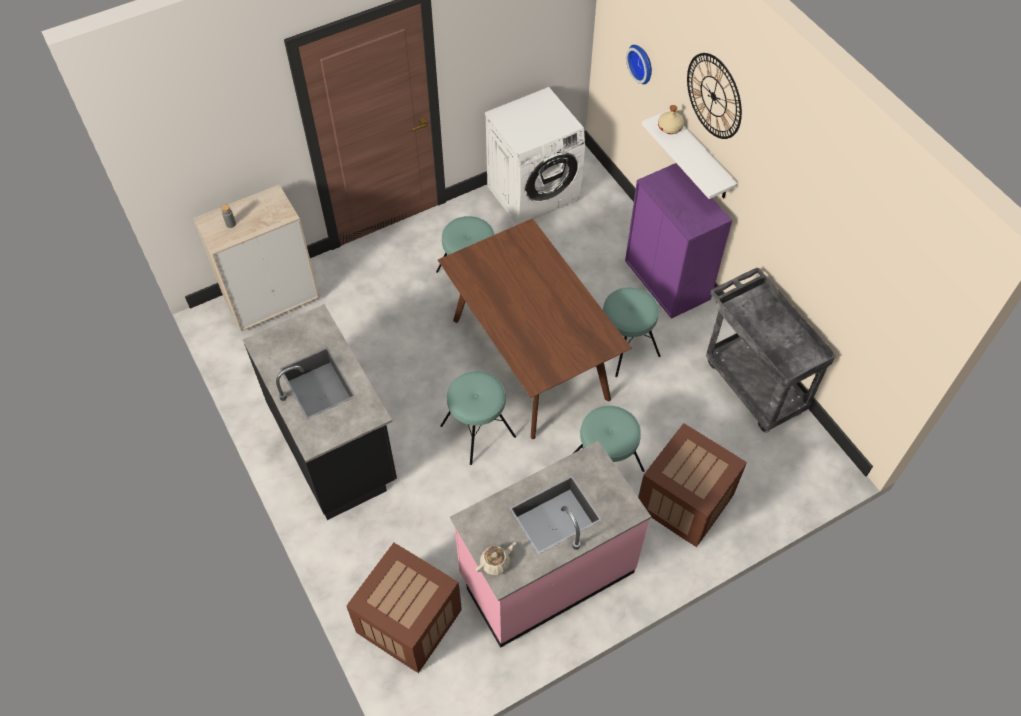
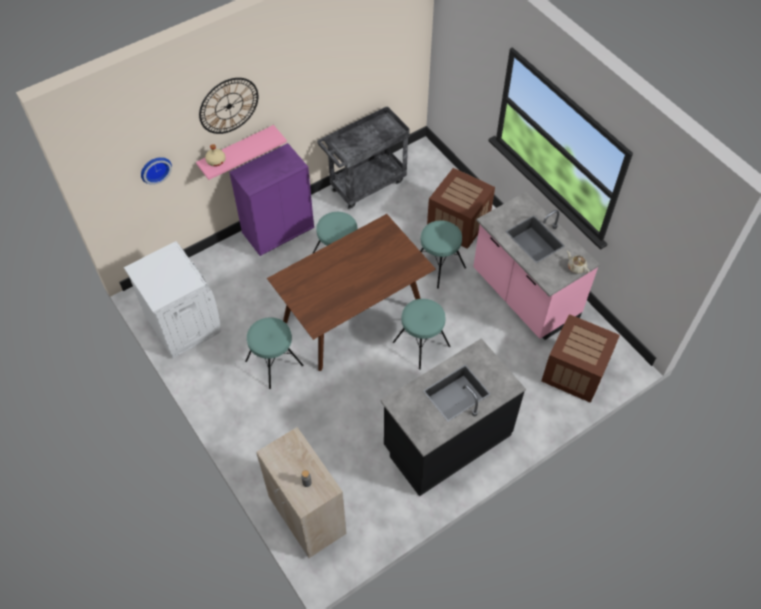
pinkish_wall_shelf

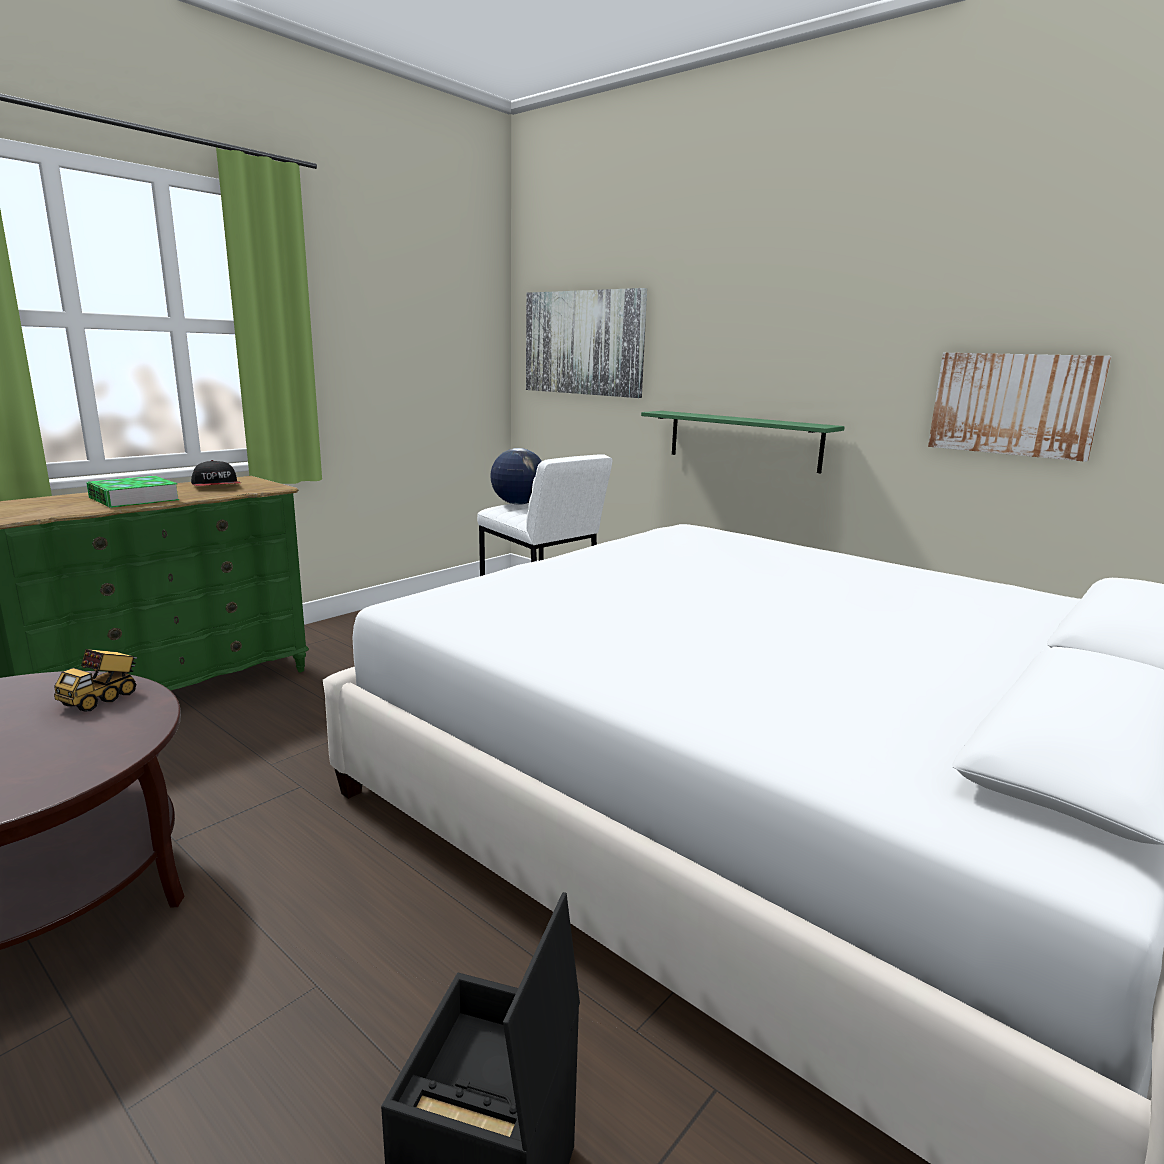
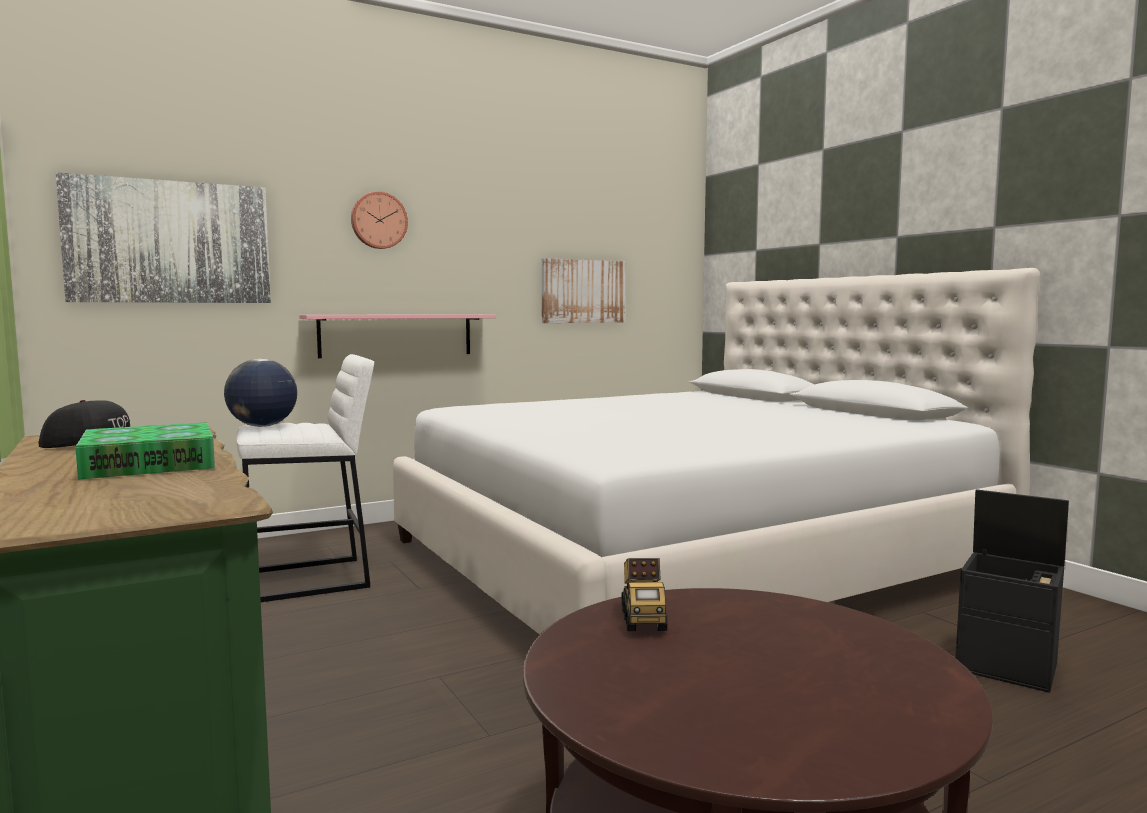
wall_clock; pinkish_wall_shelf; toy_lorry

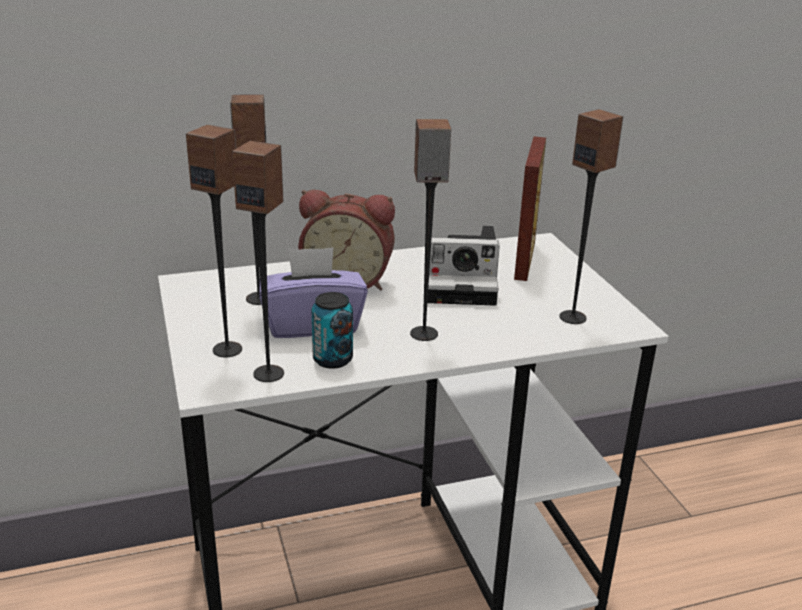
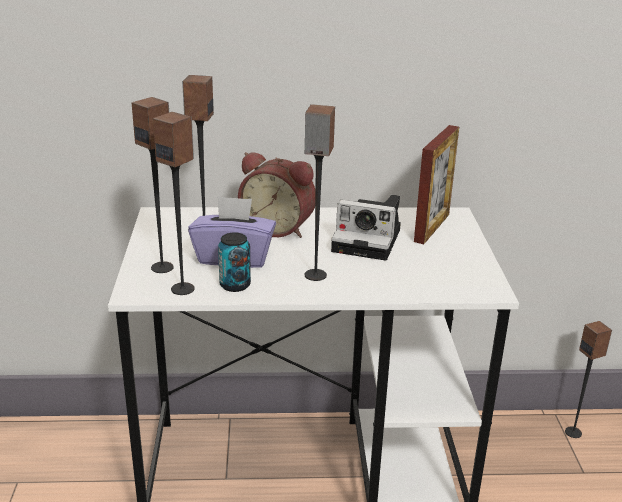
loudspeaker (no. 5 from left)

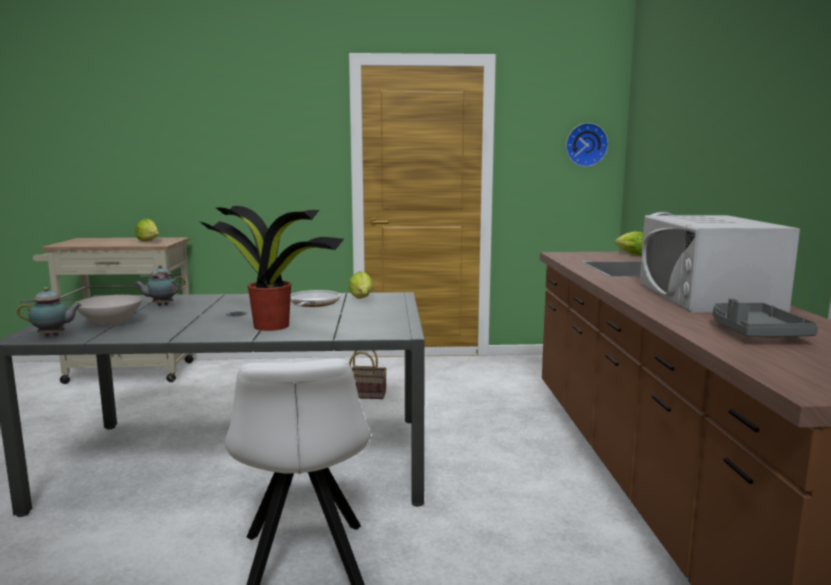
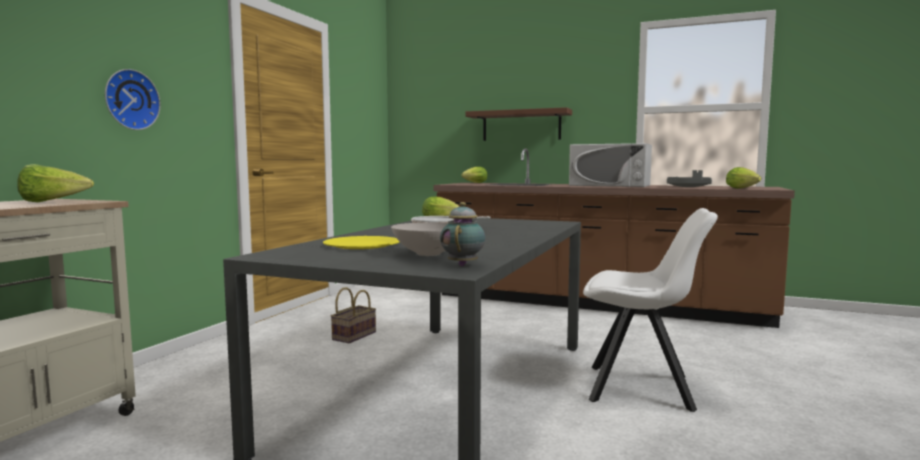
potted_plant; brown-coloured_wall_shelf; lettuce_head (no. 4 from left); wall_clock; yellowish_flat_dish

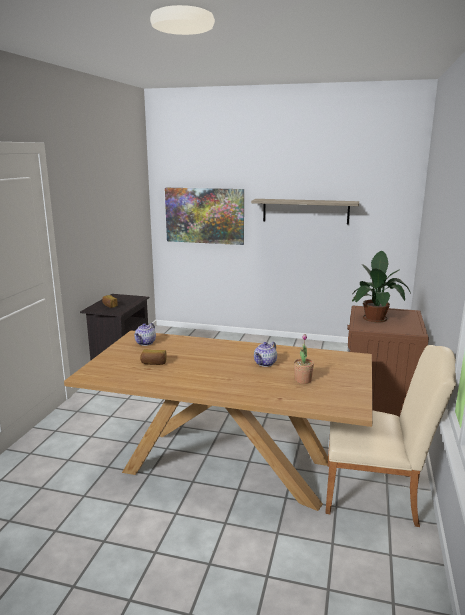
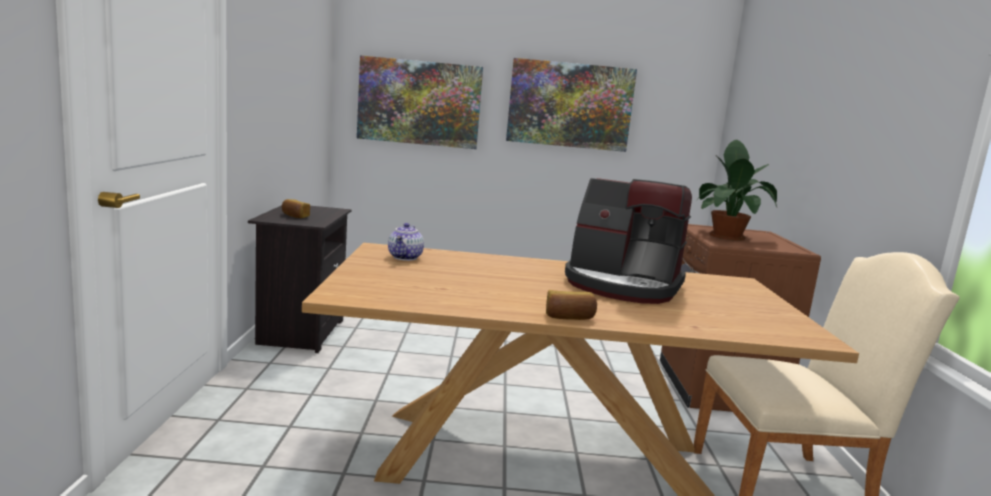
potted_plant (no. 1 from left in the first image); baked_bread (no. 2 from left); picture (no. 2 from left); coffee_machine

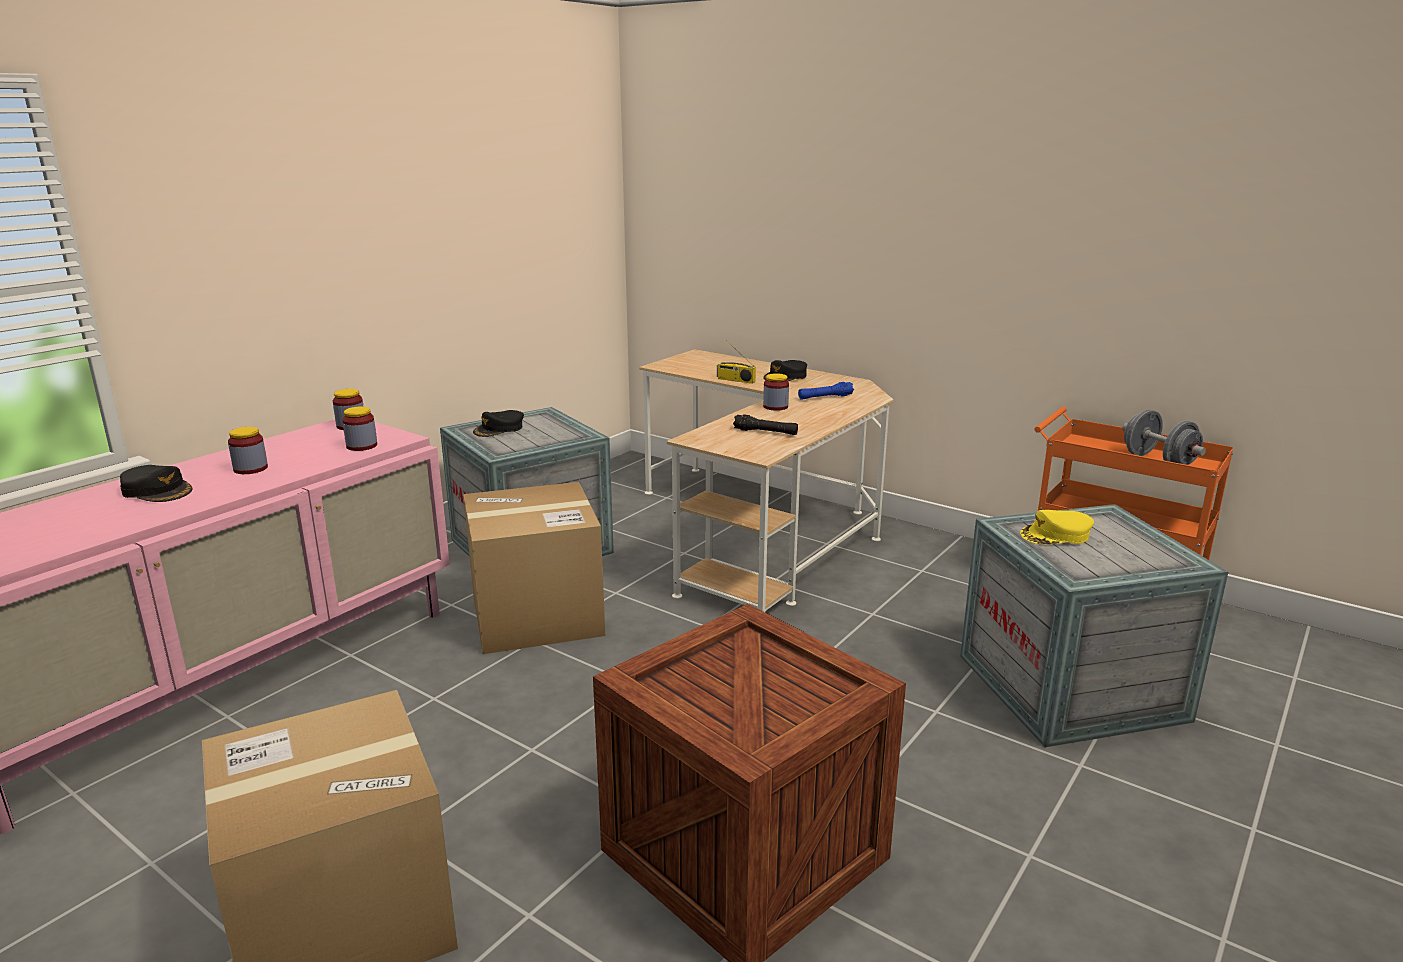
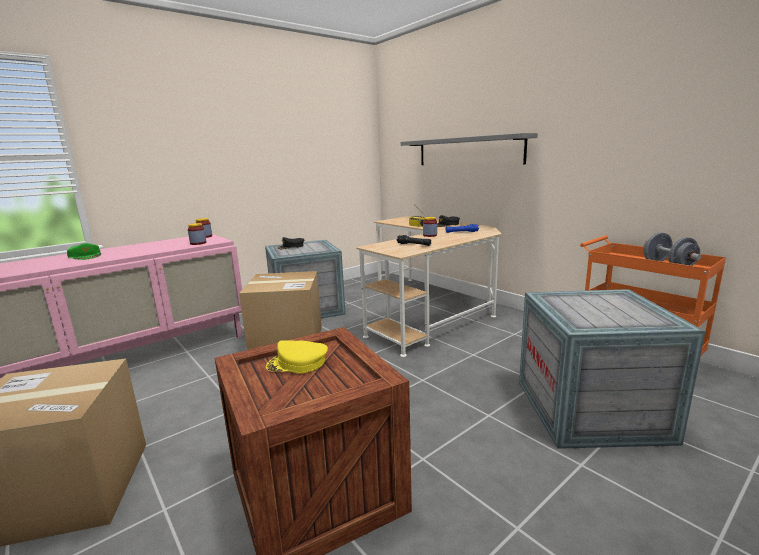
jar (no. 1 from left in the first image); grey_wall_shelf; yellowish_cap; green_cap

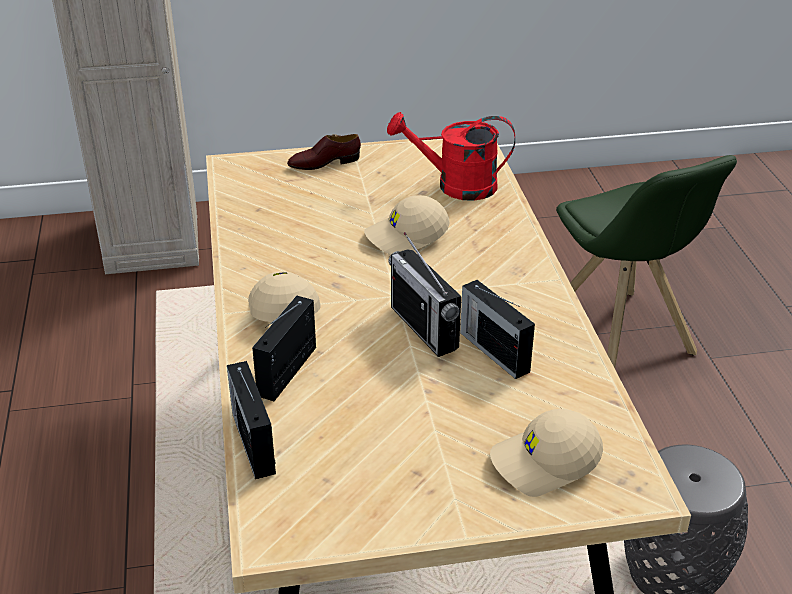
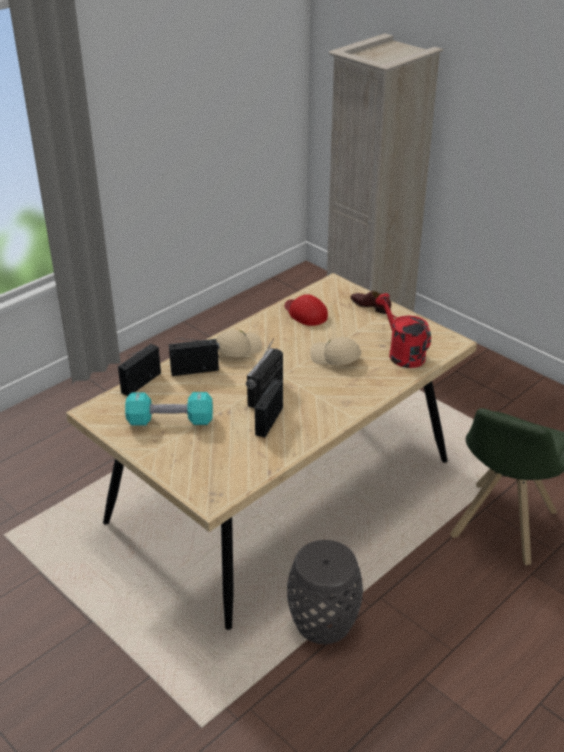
beige_cap (no. 3 from left in the first image); blue-green_dumbbell; red_cap

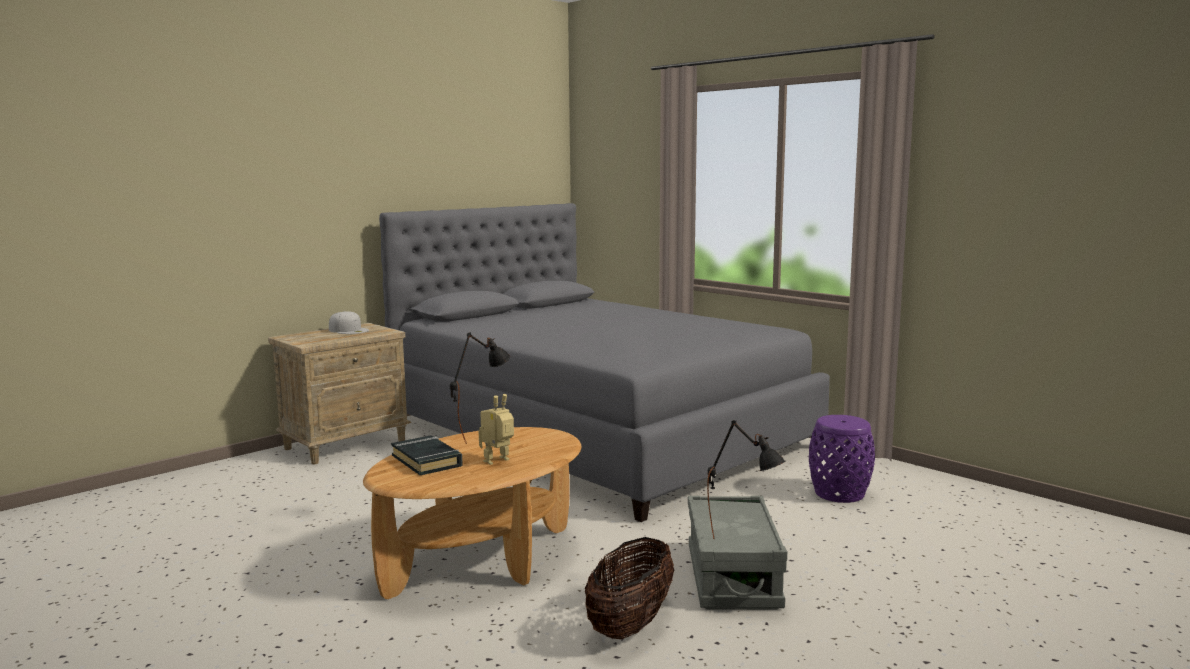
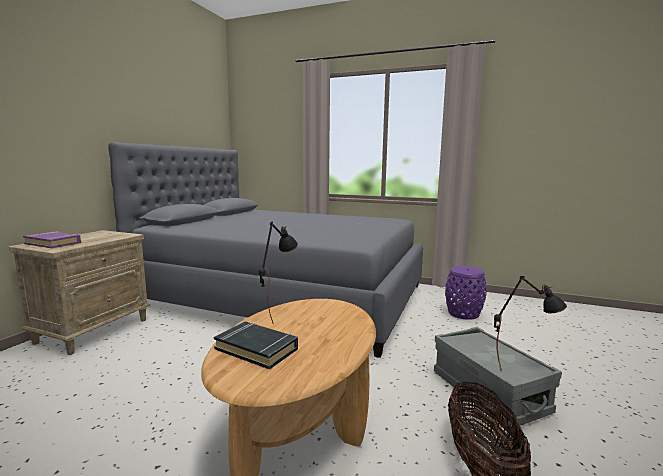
white-coloured_cap; robot_figure; purple-coloured_bound_book

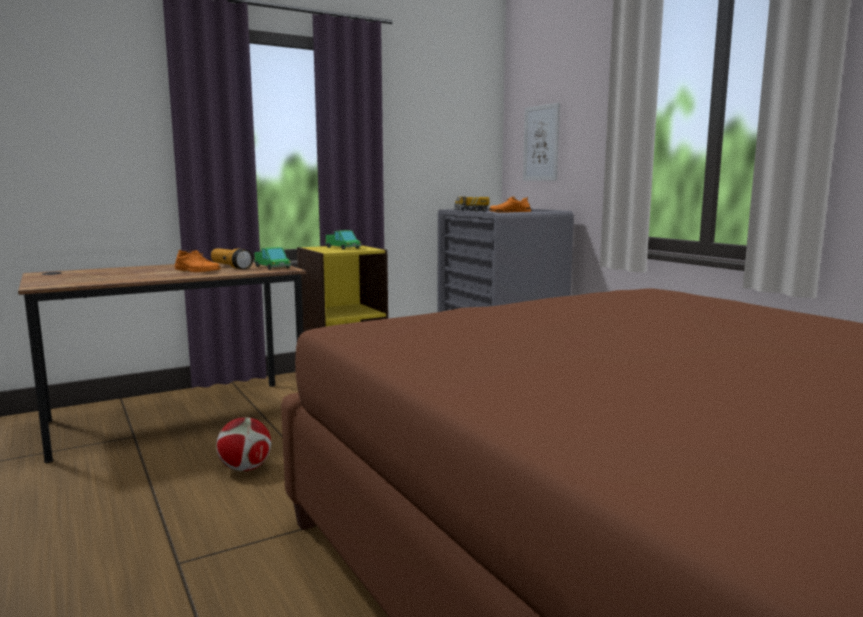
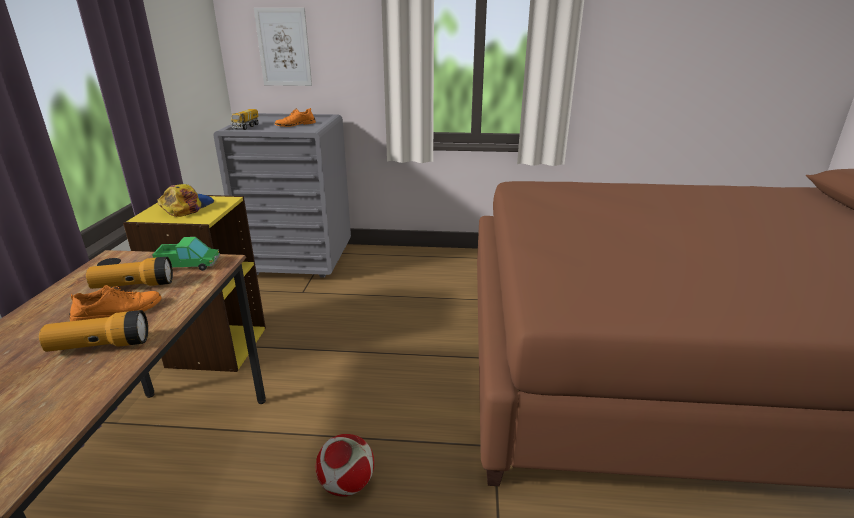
hand_torch (no. 1 from left); cap

